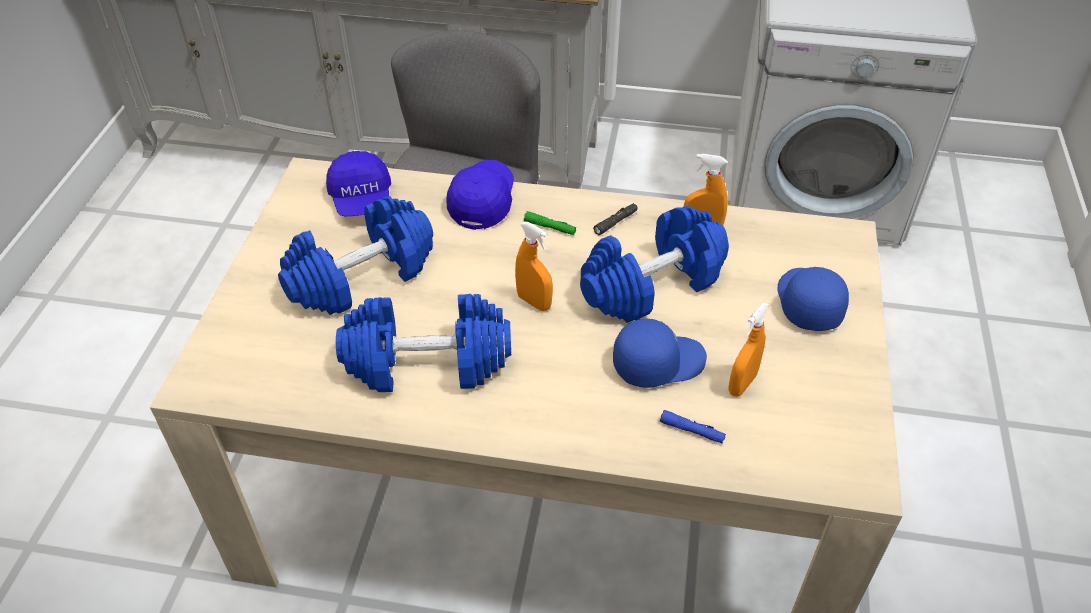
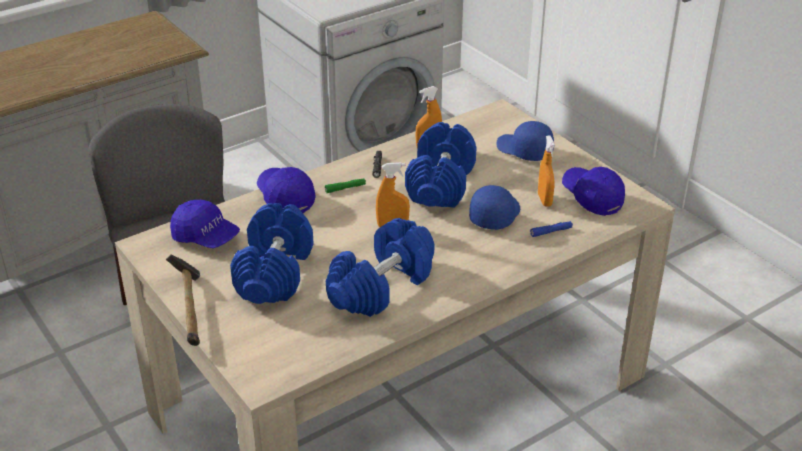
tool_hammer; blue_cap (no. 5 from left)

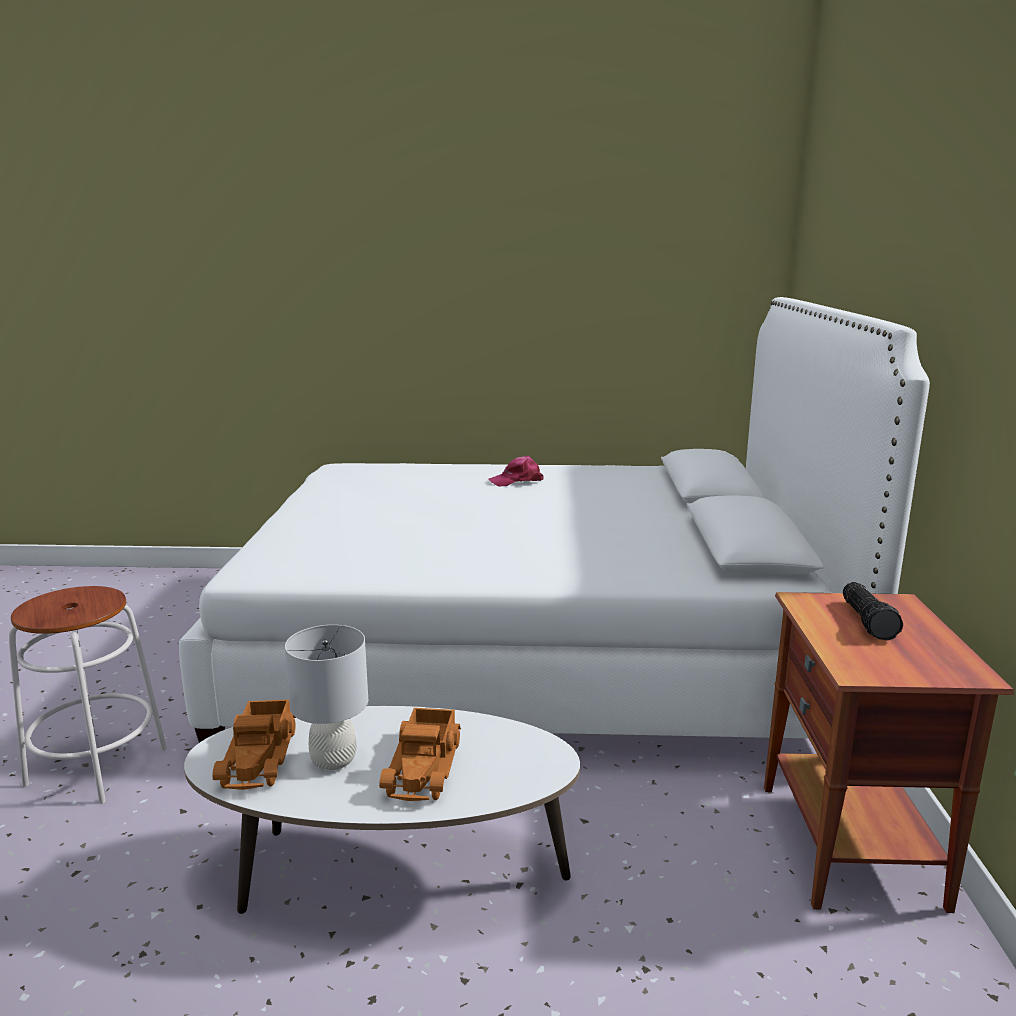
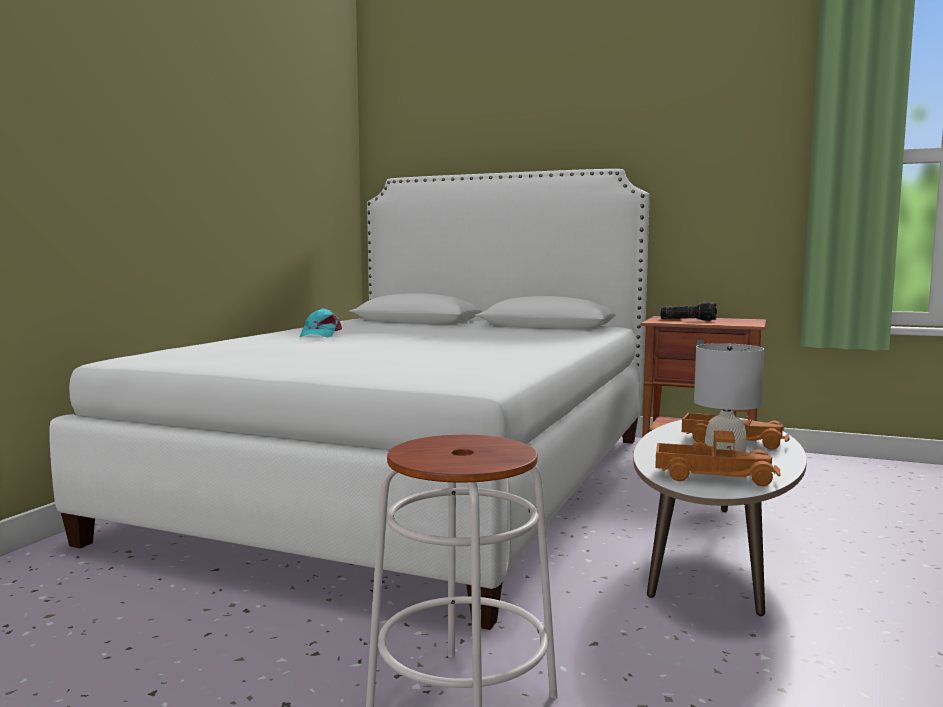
blue-green_cap

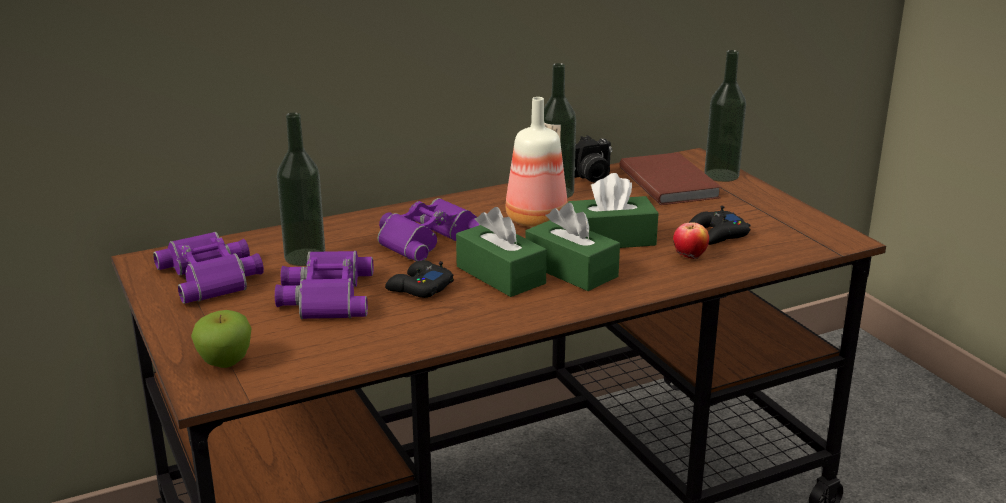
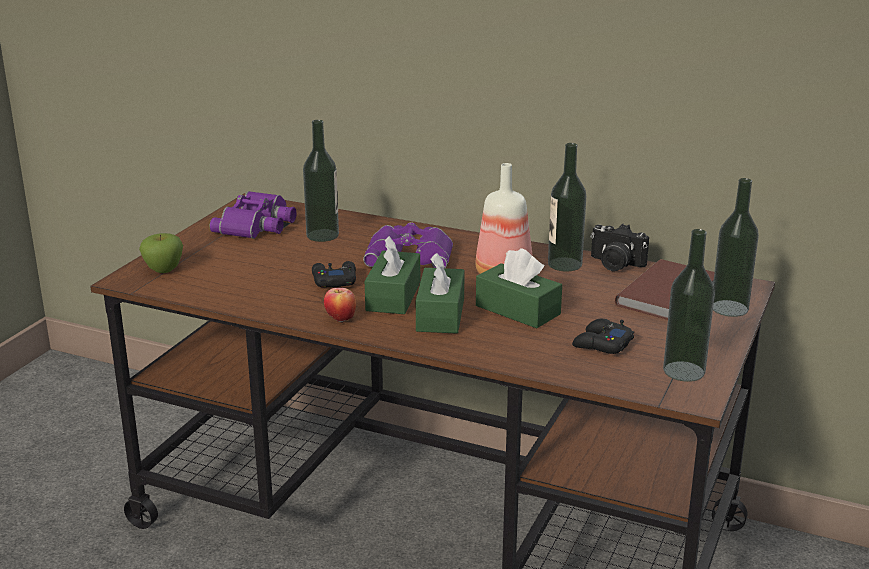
purple-coloured_pair_of_binoculars (no. 2 from left in the first image); drink_bottle (no. 4 from left); whole_apple (no. 2 from left)

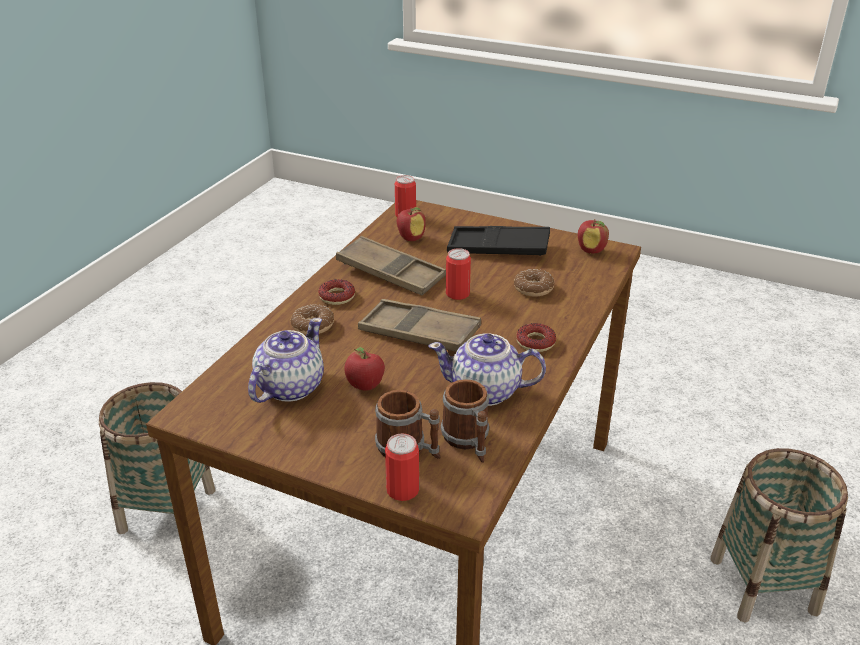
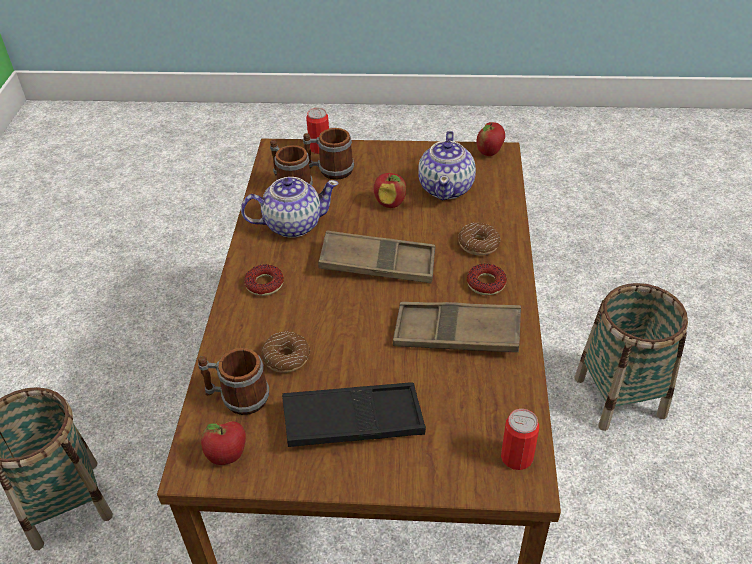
can (no. 3 from left in the first image); tea_mug (no. 1 from left); whole_apple (no. 3 from left)

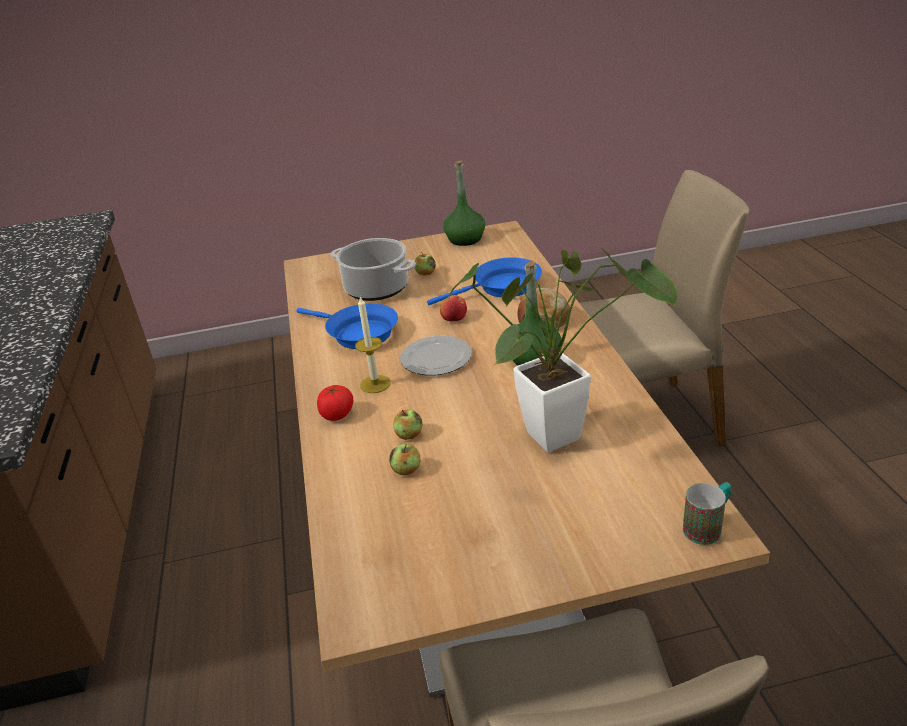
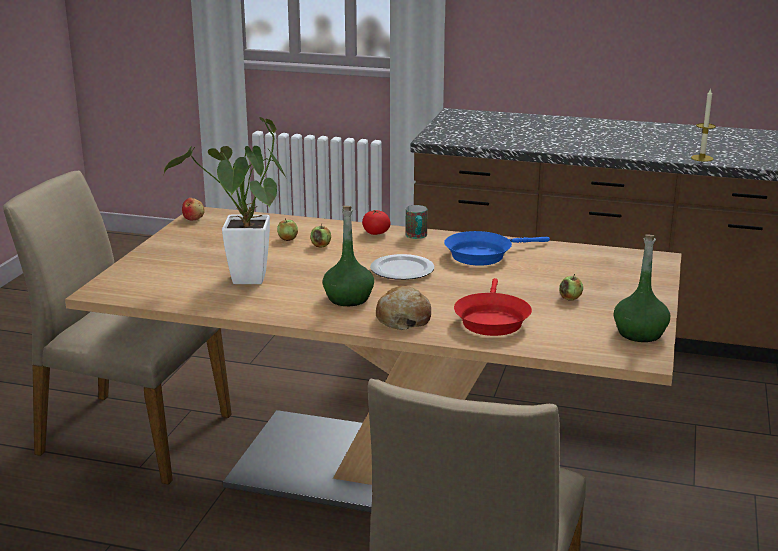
saucepot; wax_light; whole_apple (no. 1 from left); tea_mug; red_pan

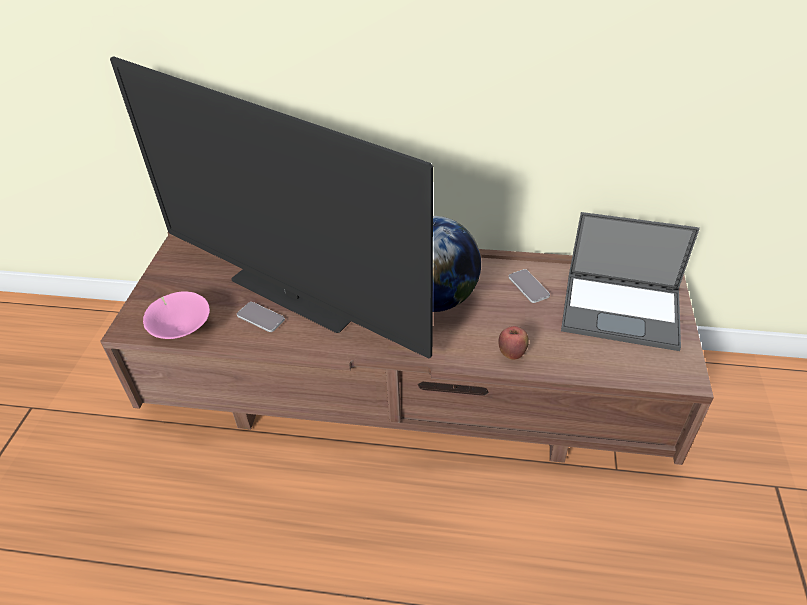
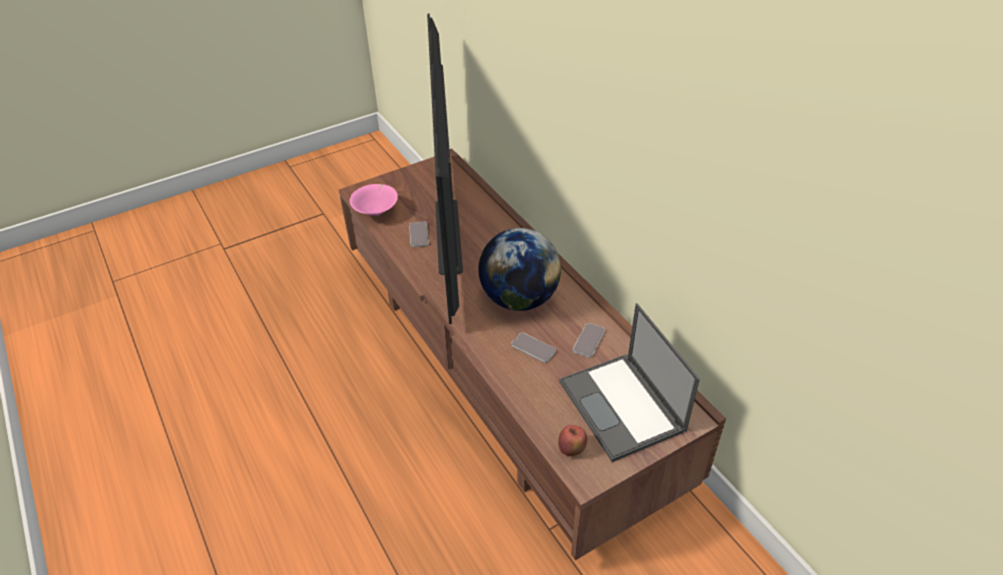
handset (no. 2 from left); whole_apple

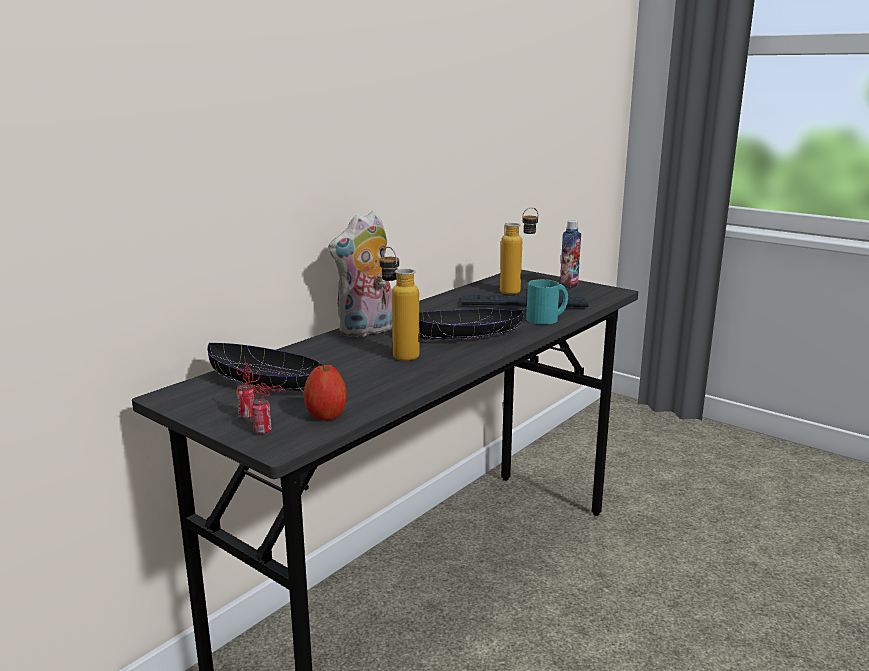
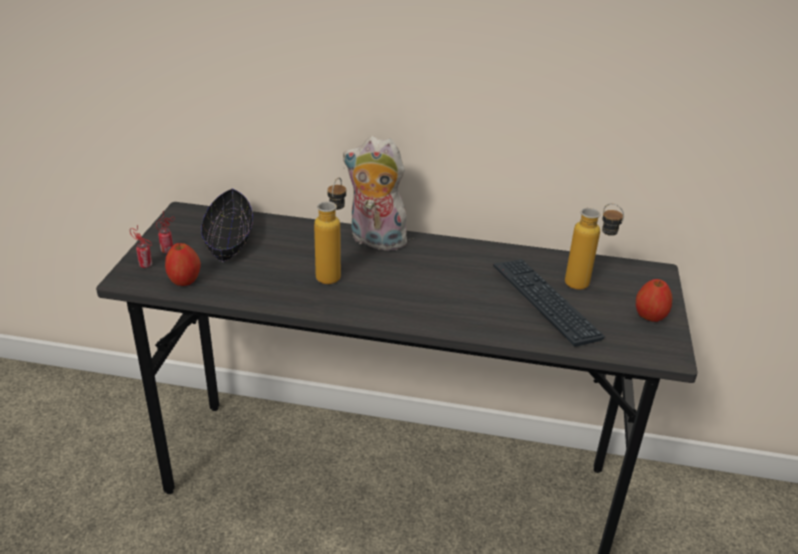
blackish_deep_dish (no. 2 from left in the first image); blue-green_tea_mug; whole_apple (no. 2 from left)

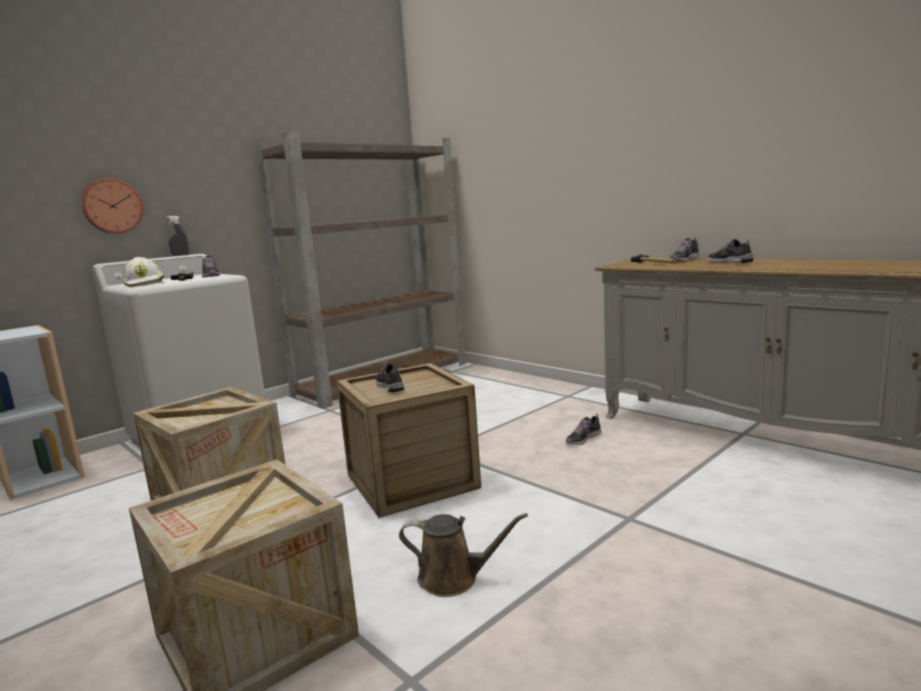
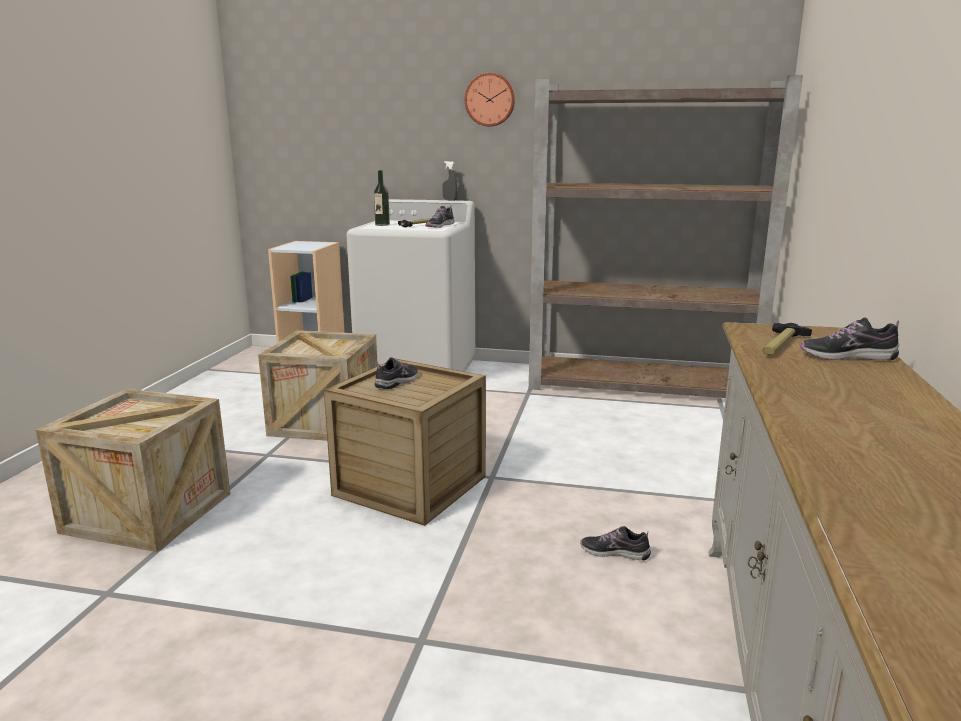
brown-coloured_sprinkling_can; shoe (no. 5 from left in the first image); wall_clock; drink_bottle

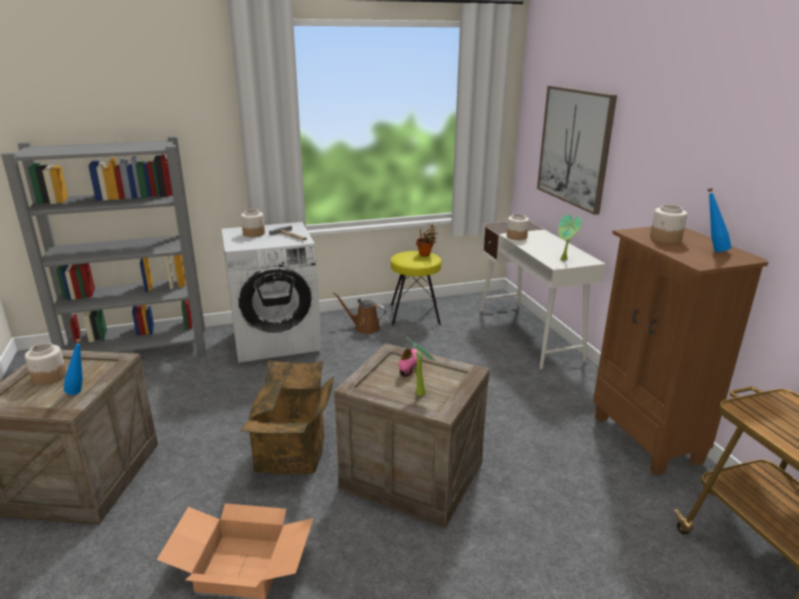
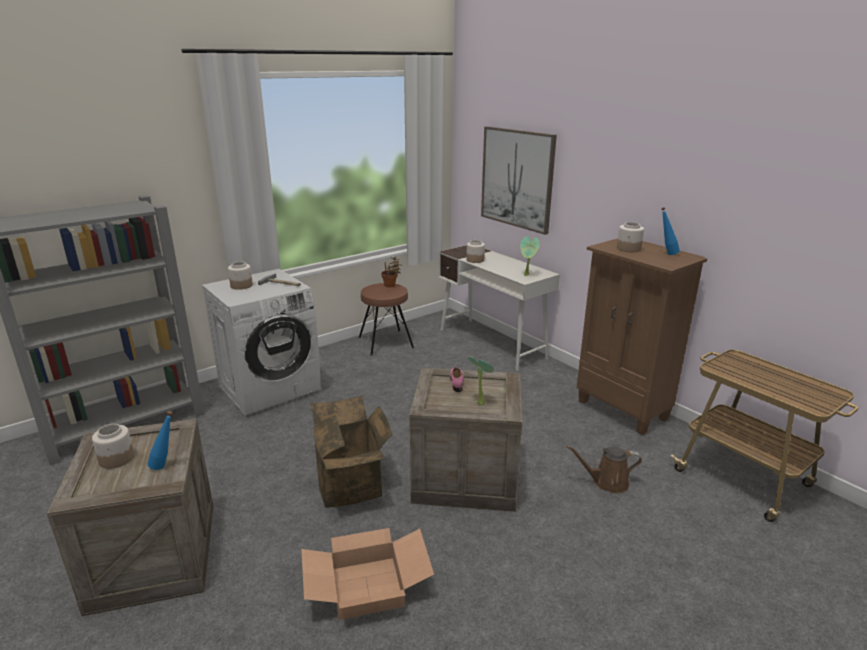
brown-coloured_sprinkling_can; brown-coloured_stool_seat

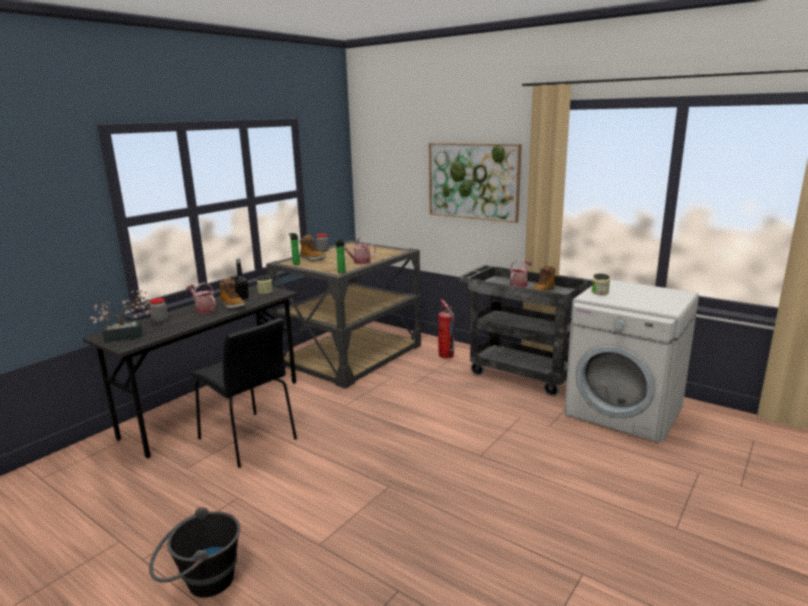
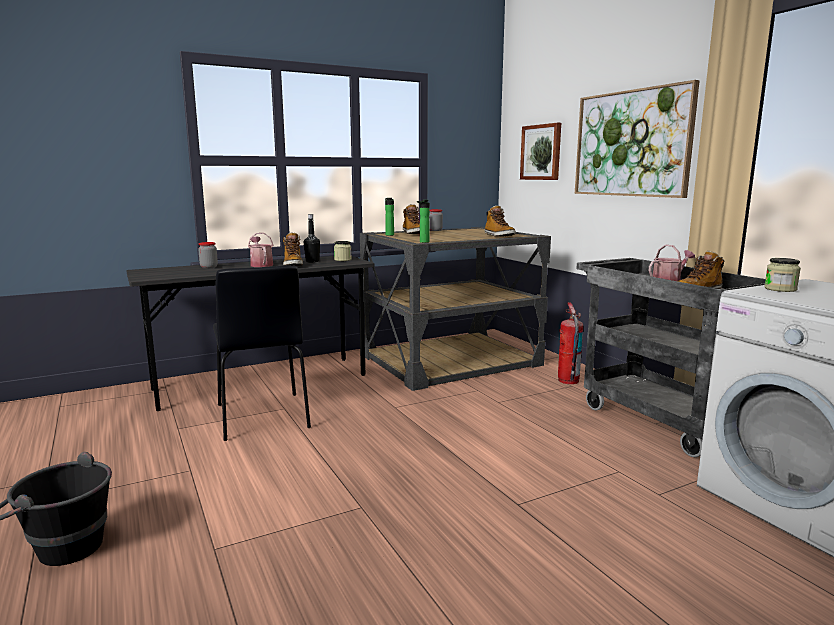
potted_plant; sprinkling_can (no. 2 from left in the first image); boot (no. 3 from left); picture (no. 1 from left)

